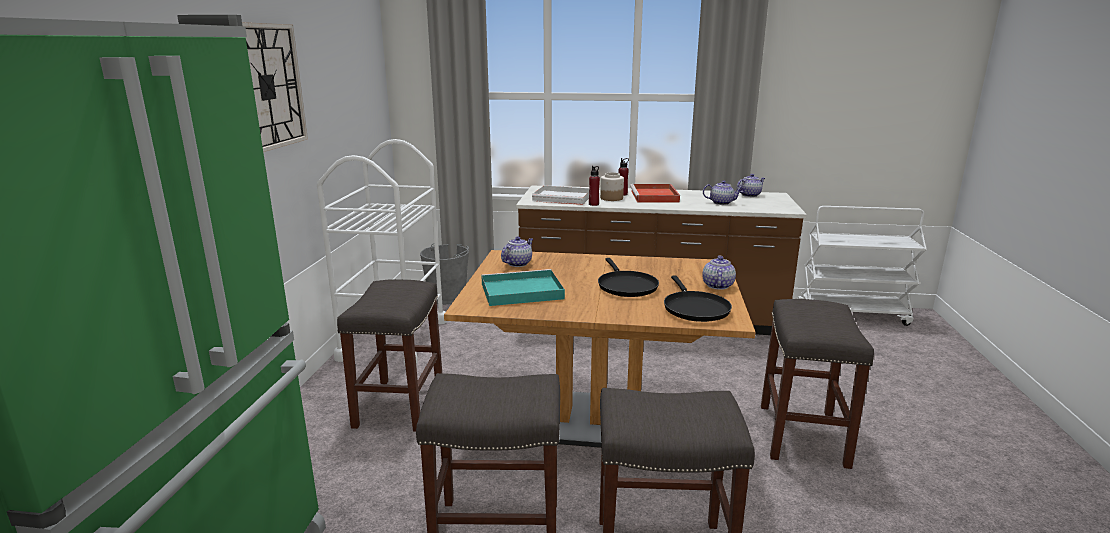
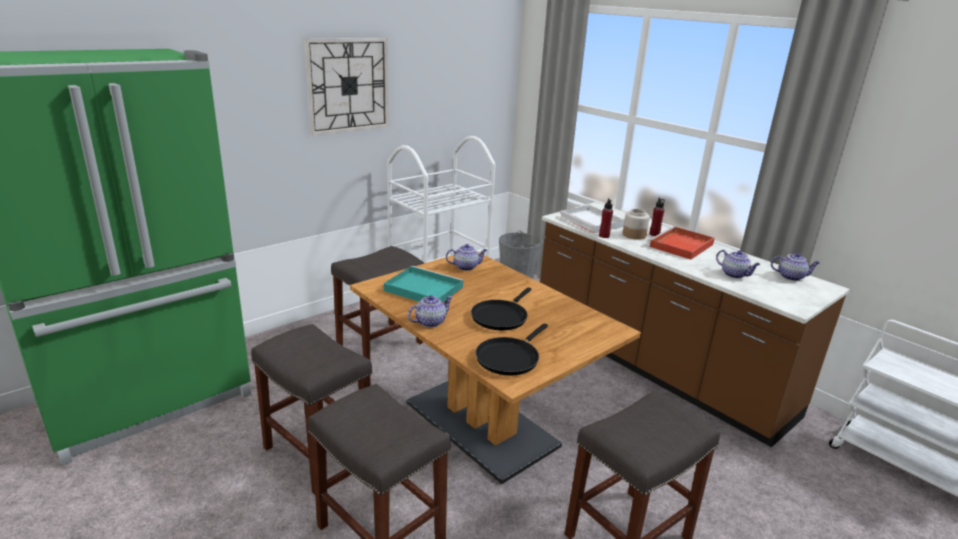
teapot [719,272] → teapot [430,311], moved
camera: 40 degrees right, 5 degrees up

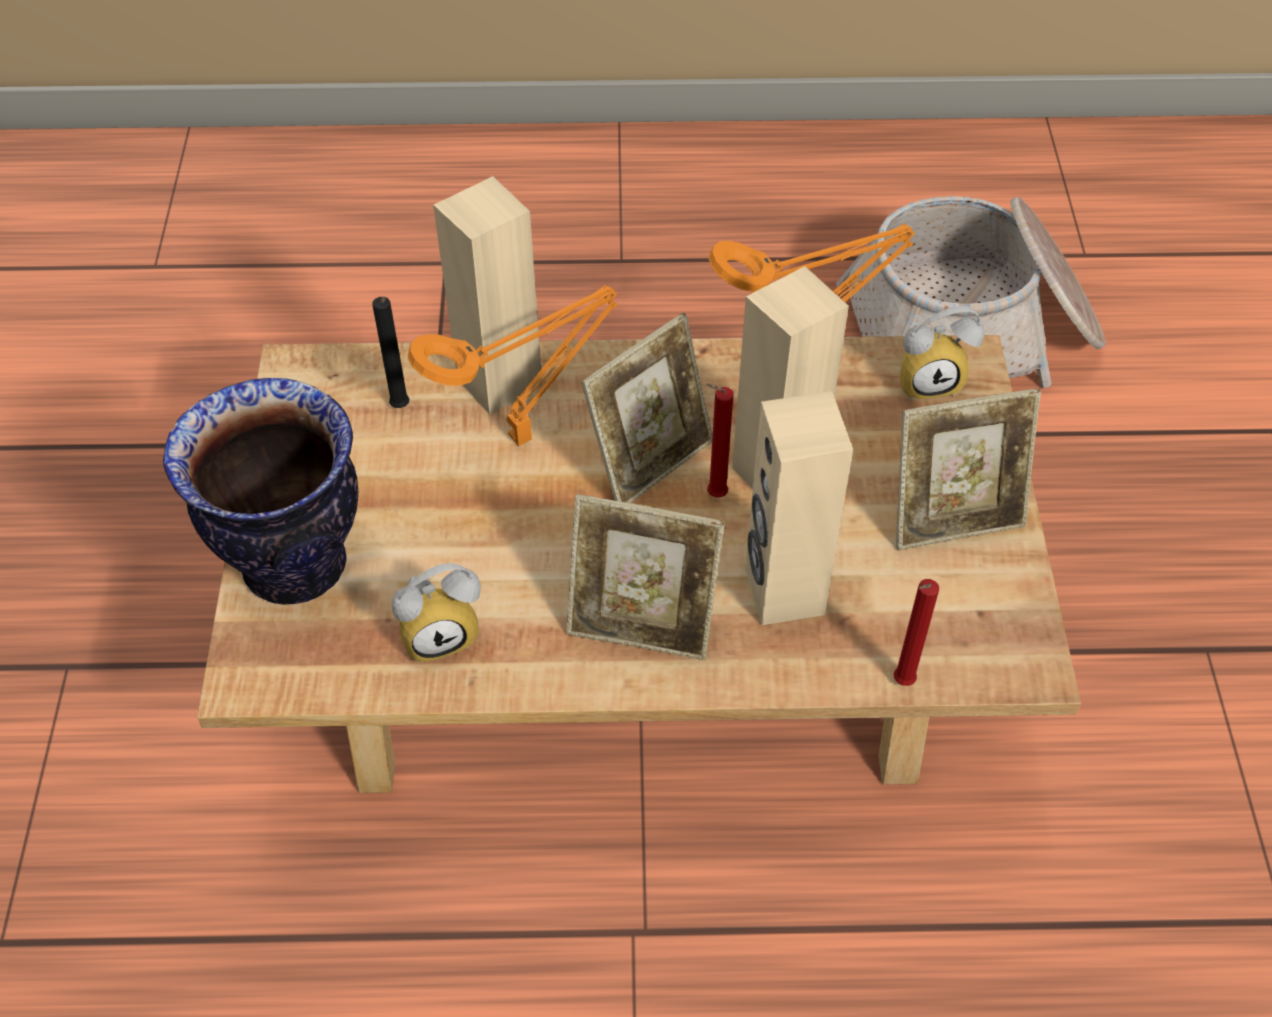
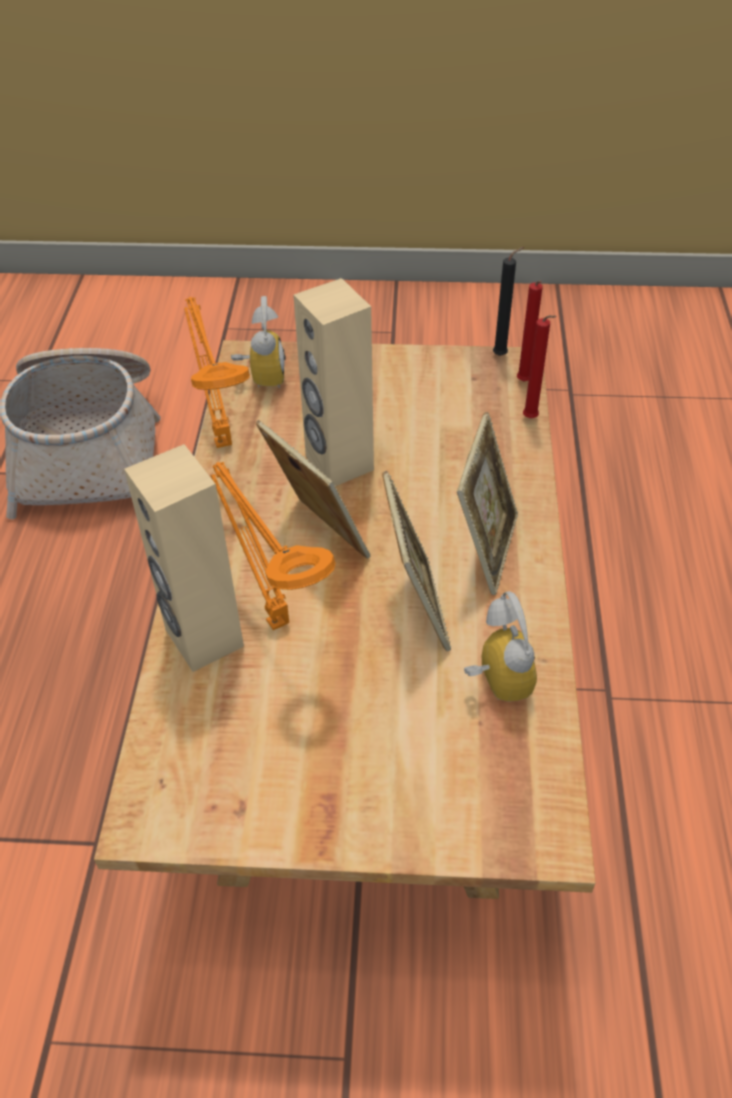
standing frame [968,469] → standing frame [417,561], moved
black-coloured wax light [390,352] → black-coloured wax light [508,301], moved
reddish wax light [720,441] → reddish wax light [530,331], moved
flower vase [260,491] → -
beige-coloured loudspeaker [799,508] → -
camera: 85 degrees left, 5 degrees down

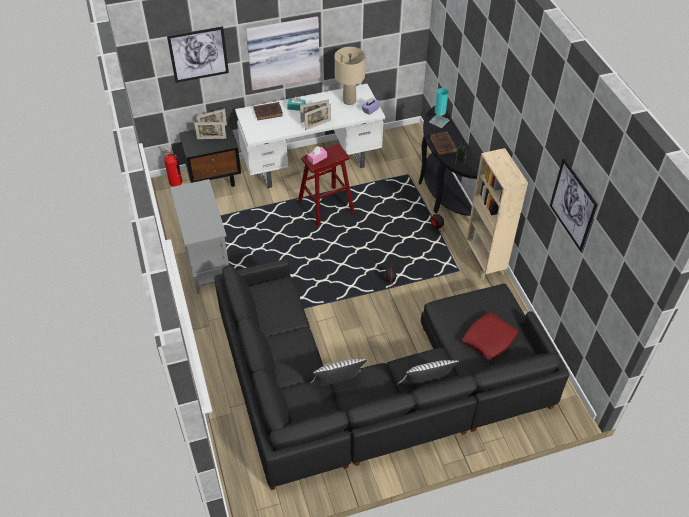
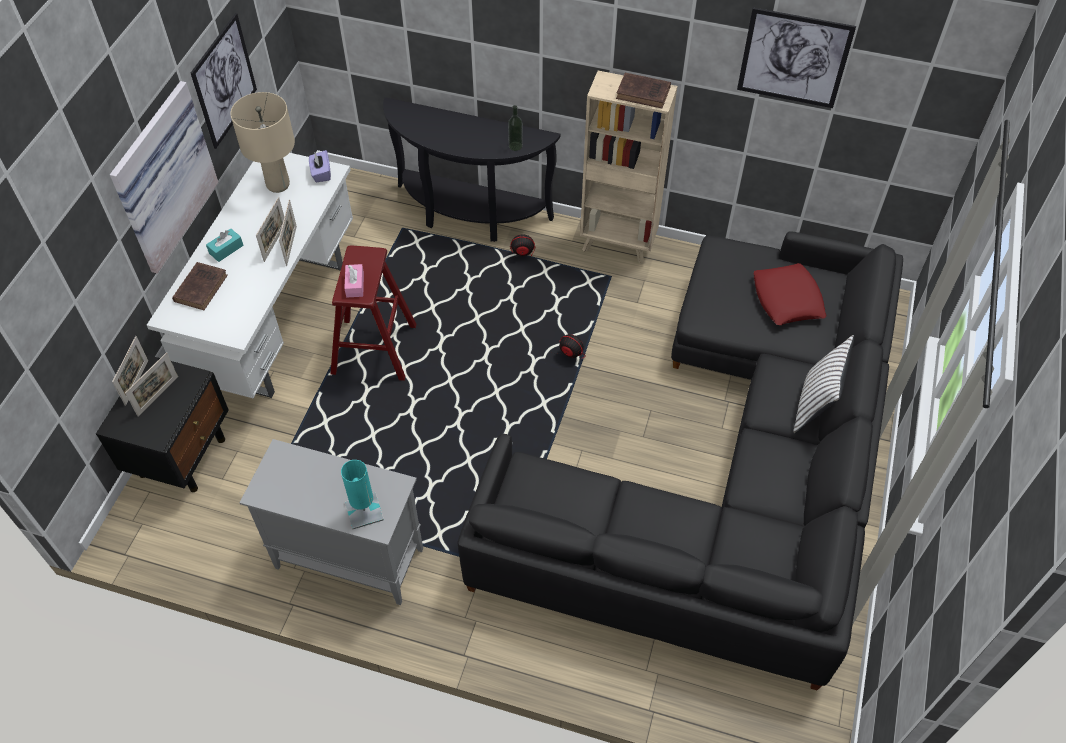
wall picture [198,54] → wall picture [224,81], moved
blue-green lamp for a table [439,108] → blue-green lamp for a table [362,494], moved
brown-coloured book [443,143] → brown-coloured book [643,90], moved
fire-fighting cylinder [173,167] → -
white cushion [338,372] → -
camera: 55 degrees left, 5 degrees up

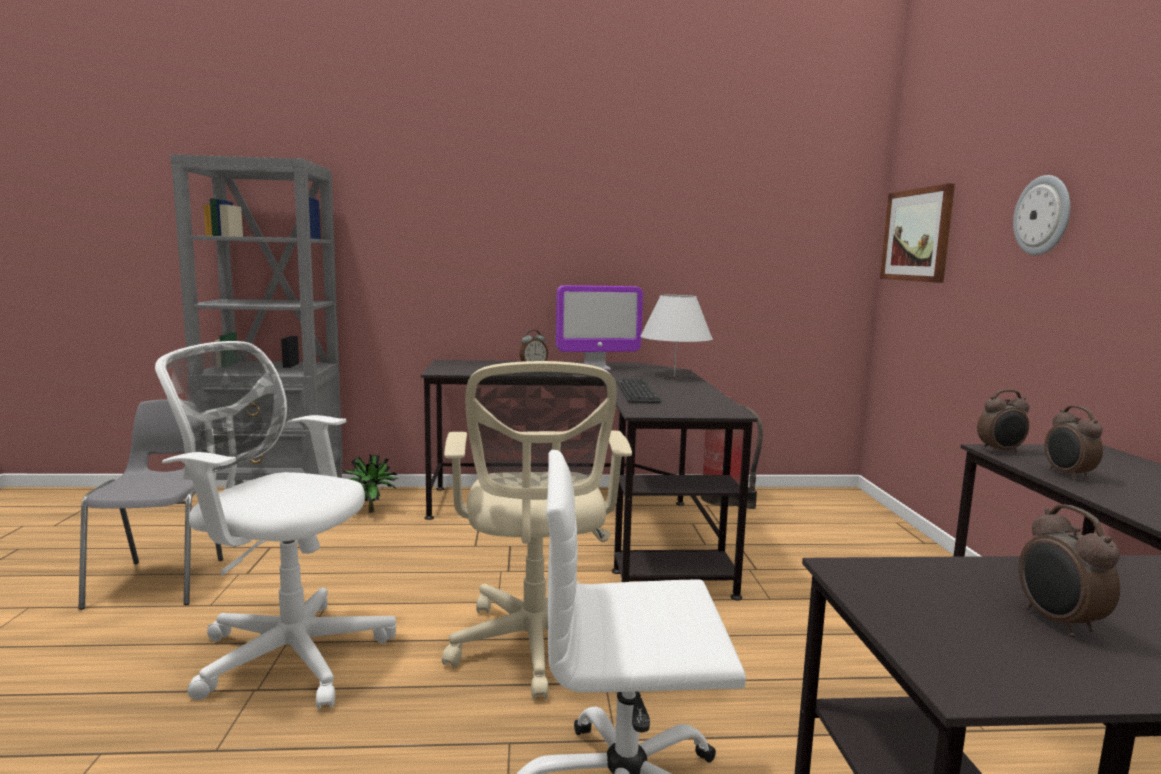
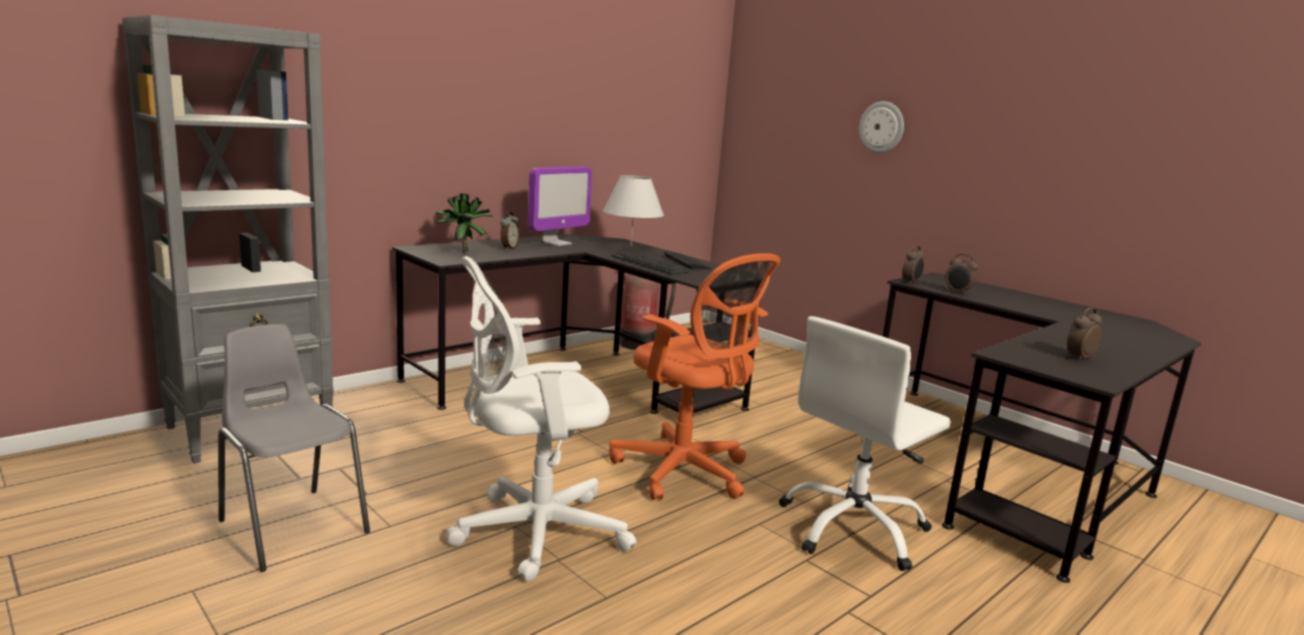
houseplant [371,483] → houseplant [464,223], moved
beige-coloured computer chair [537,530] → orangey computer chair [695,376]
- → PC keyboard [688,259]
bedside clock [1069,570] → bedside clock [1084,333], 105 degrees clockwise
wall picture [917,233] → -
camera: 40 degrees left, 5 degrees up

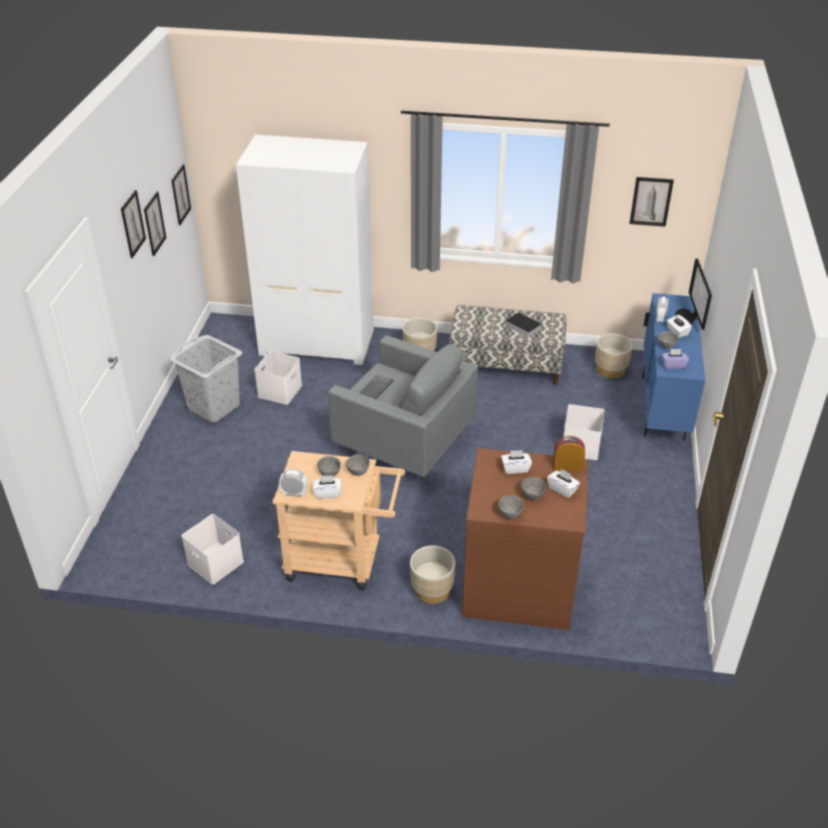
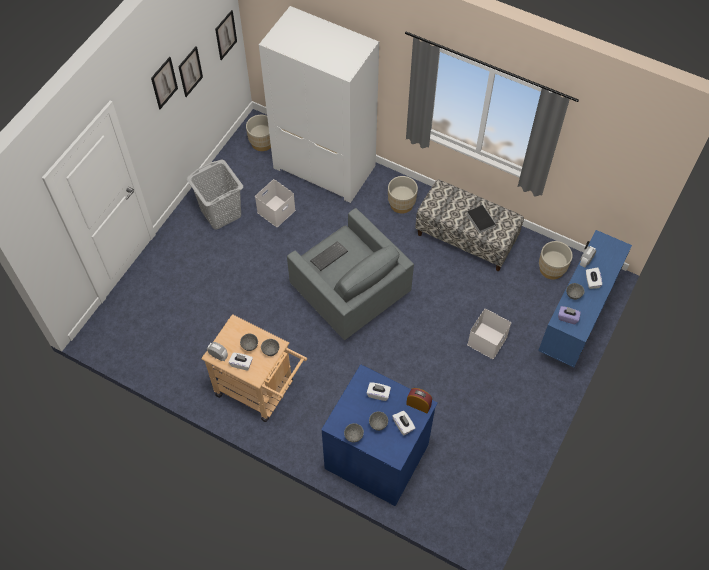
beige-coloured flower pot [432,574] → beige-coloured flower pot [258,133], moved
brown-coloured dresser [525,539] → bluish dresser [379,435]
white storage bin [212,549] → -
wall picture [652,202] → -
computer display [693,294] → -
camera: 20 degrees right, 20 degrees up

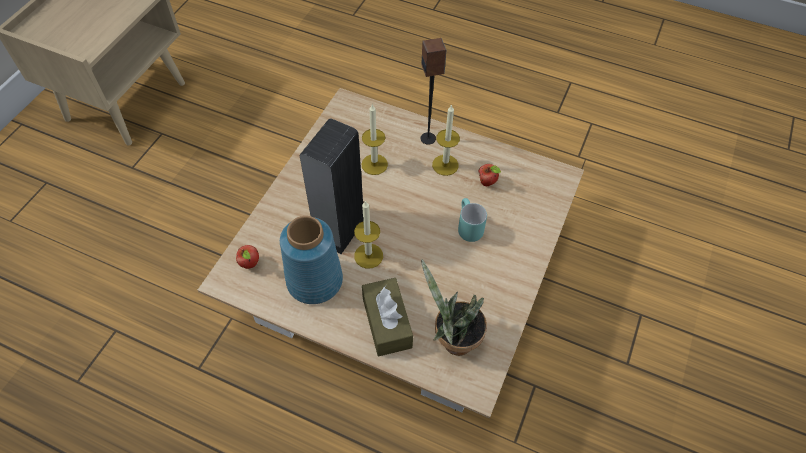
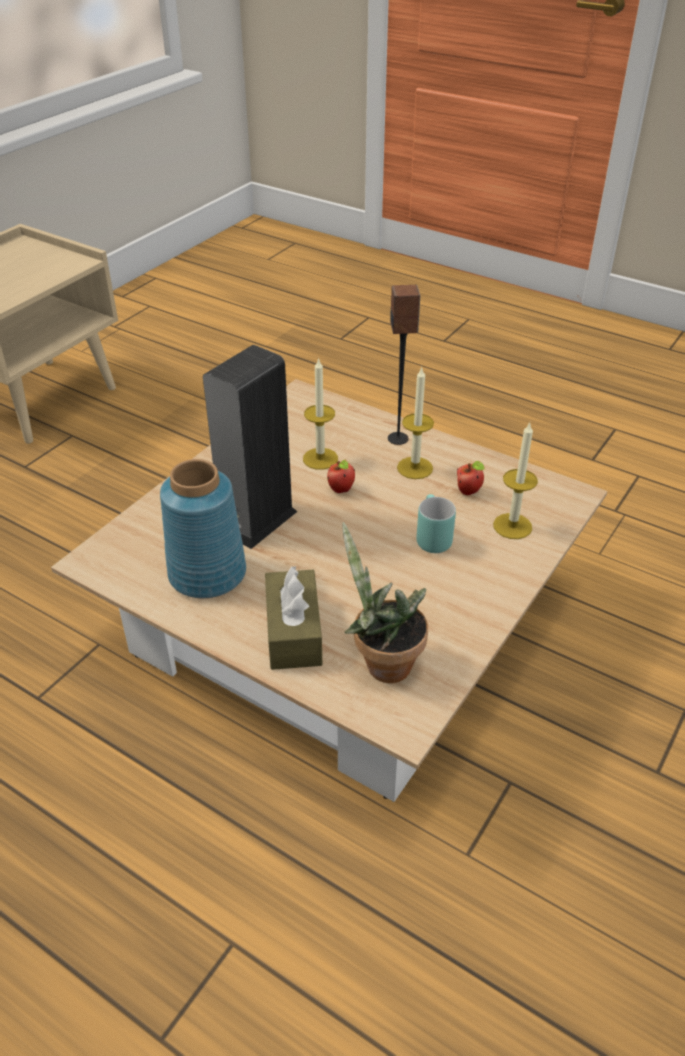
apple [247,257] → apple [341,476], moved
wax light [368,234] → wax light [515,481], moved
camera: 10 degrees right, 15 degrees down

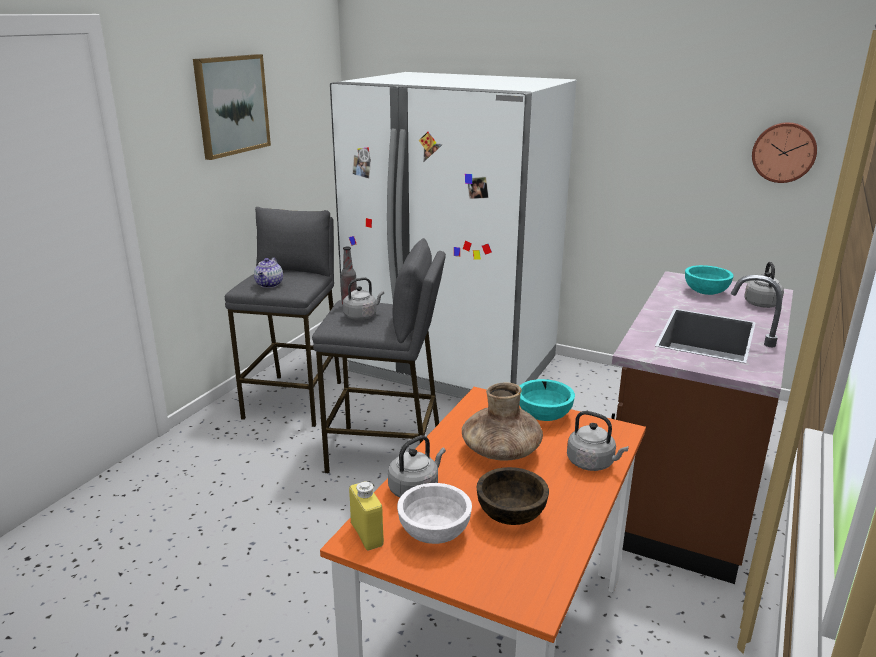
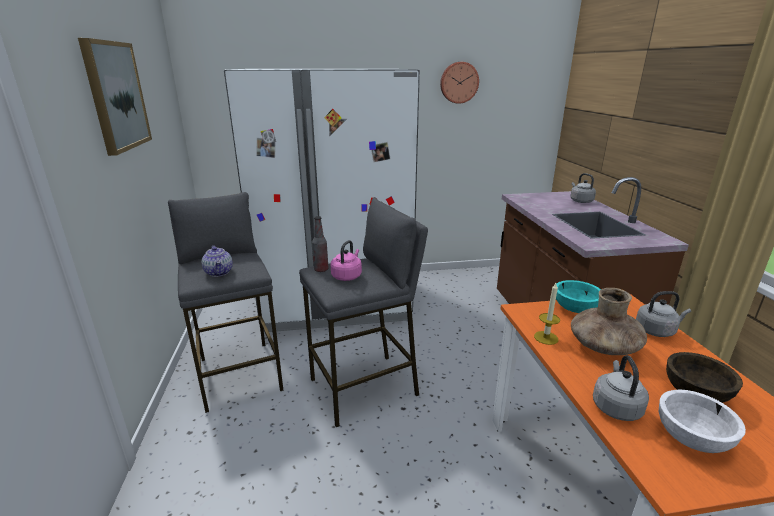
gray kettle [363,298] → pink kettle [346,260]
hanging clock [784,152] → hanging clock [459,83], moved
- → wax light [547,314]
yellowish drink bottle [366,515] → -
blue-green deep dish [709,280] → -
camera: 35 degrees left, 0 degrees up

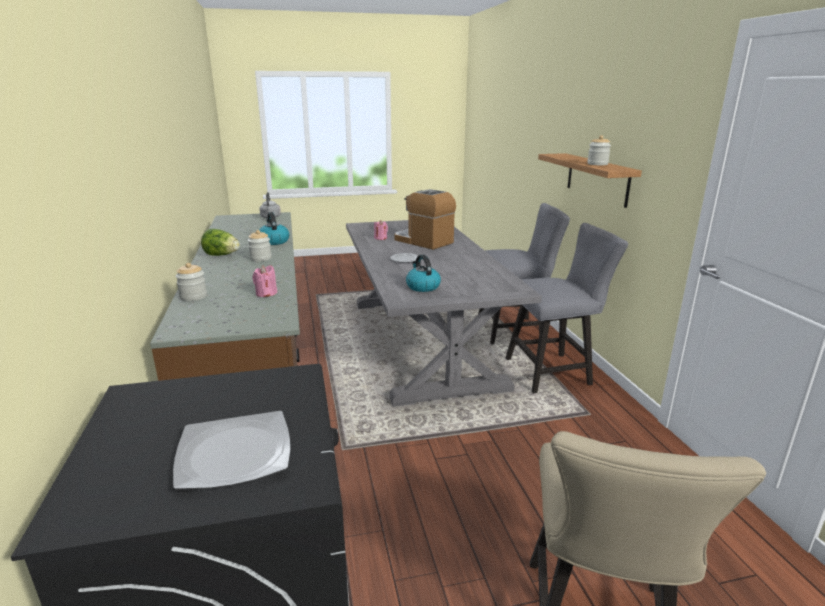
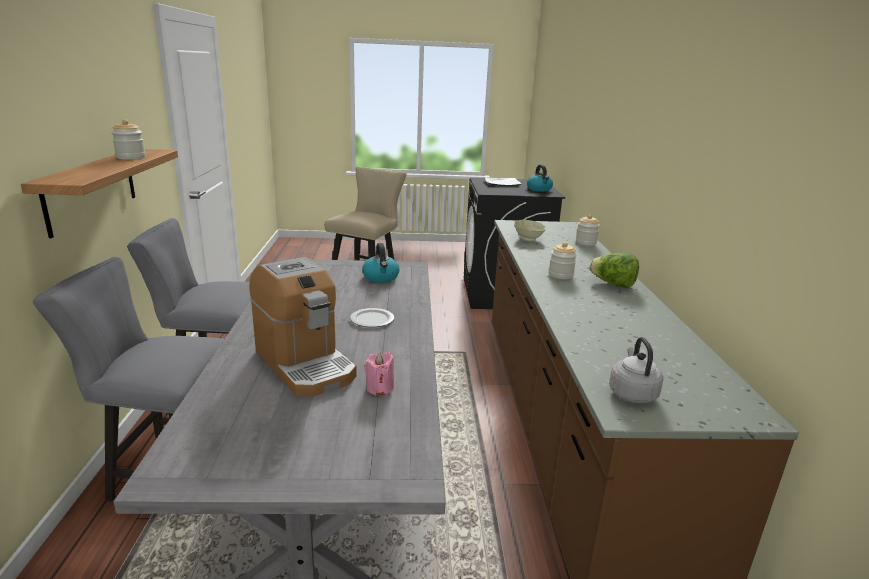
pink wax light [265,281] → beige-coloured deep dish [530,230]
kettle [274,228] → kettle [540,178], moved
camera: 170 degrees left, 0 degrees up

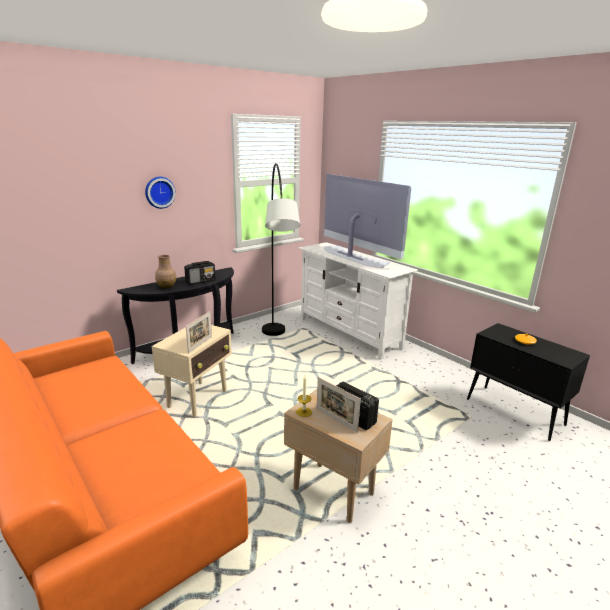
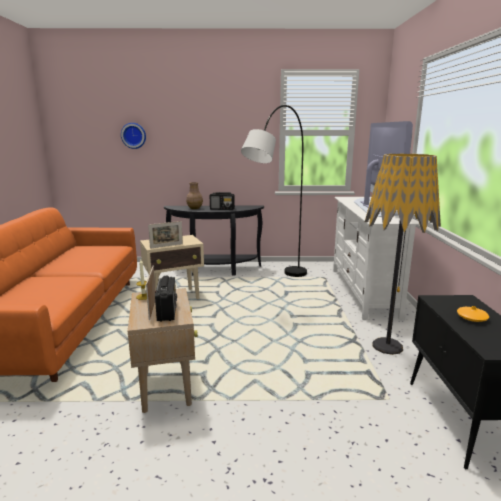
hanging clock [160,193] → hanging clock [133,136], moved
- → floor lamp [403,254]
camera: 40 degrees right, 5 degrees down

